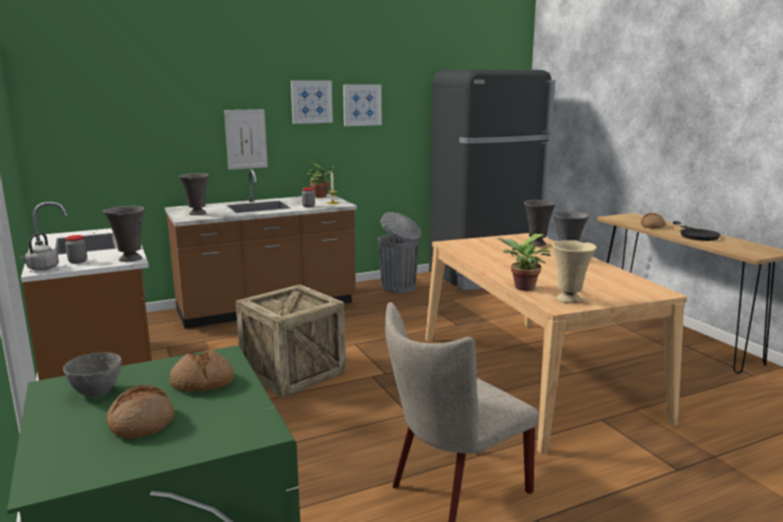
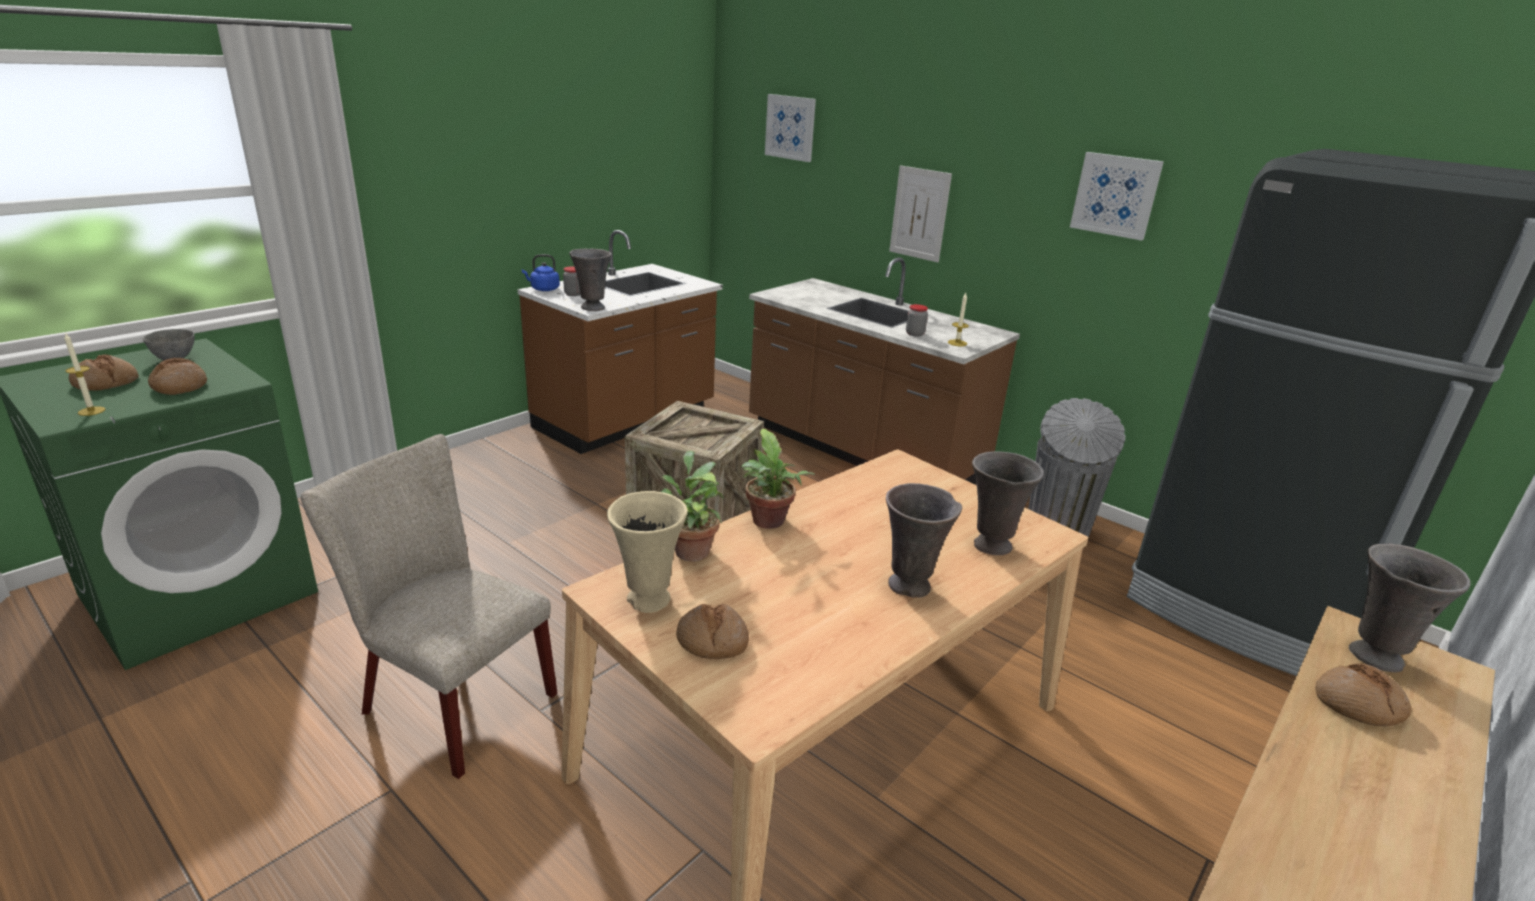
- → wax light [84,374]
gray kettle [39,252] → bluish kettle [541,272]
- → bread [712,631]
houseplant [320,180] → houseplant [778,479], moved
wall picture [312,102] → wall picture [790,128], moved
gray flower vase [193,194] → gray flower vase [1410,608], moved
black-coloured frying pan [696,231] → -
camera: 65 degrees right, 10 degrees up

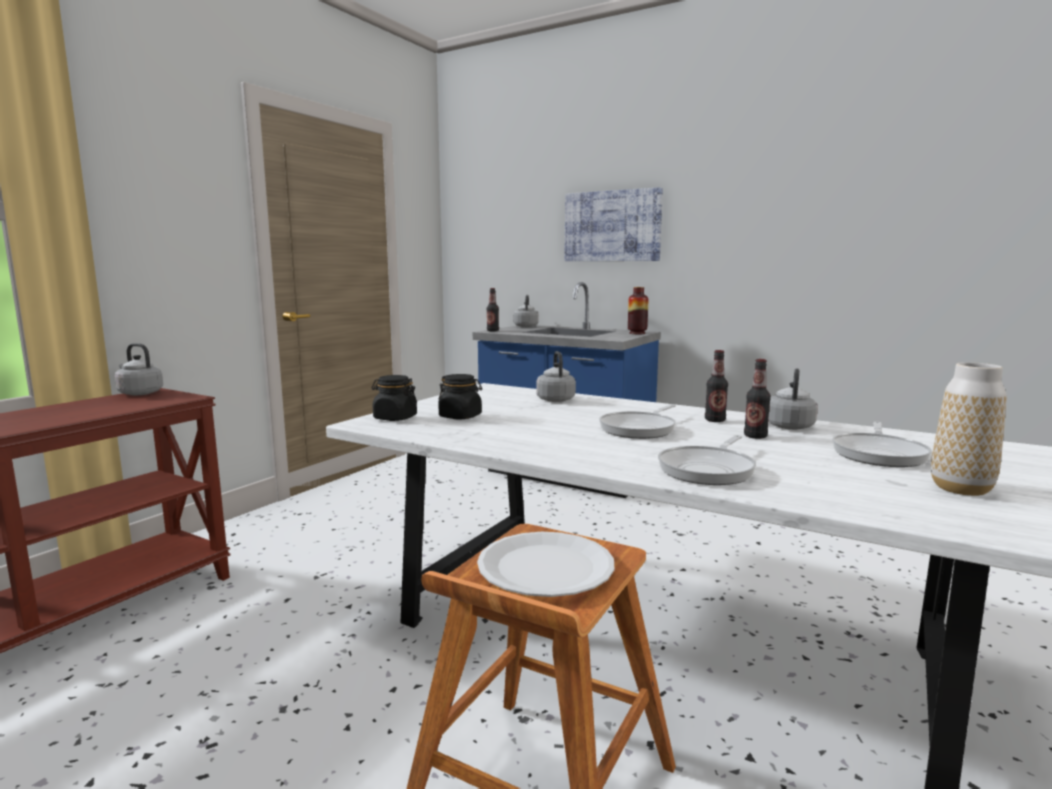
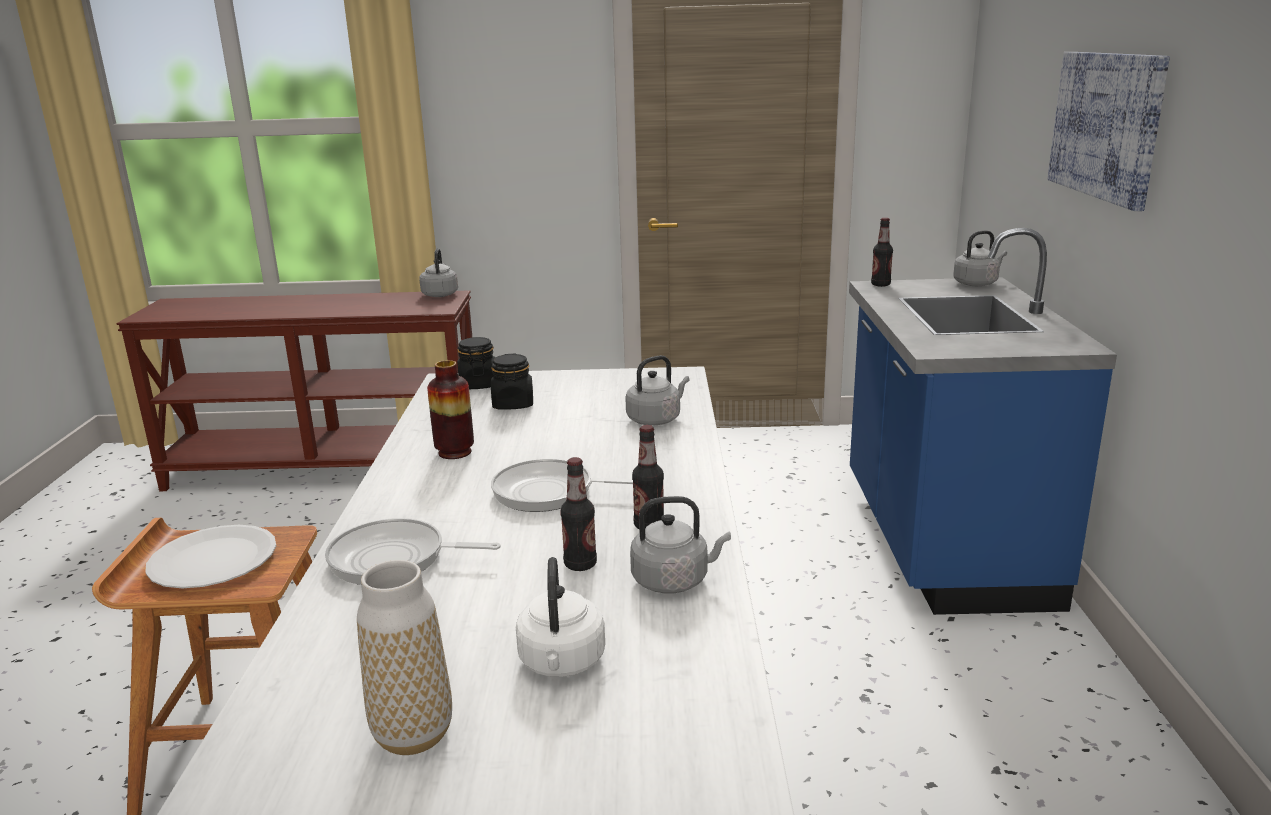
flower vase [638,310] → flower vase [450,409], moved
frying pan [882,444] → white kettle [560,617]
camera: 60 degrees right, 10 degrees up

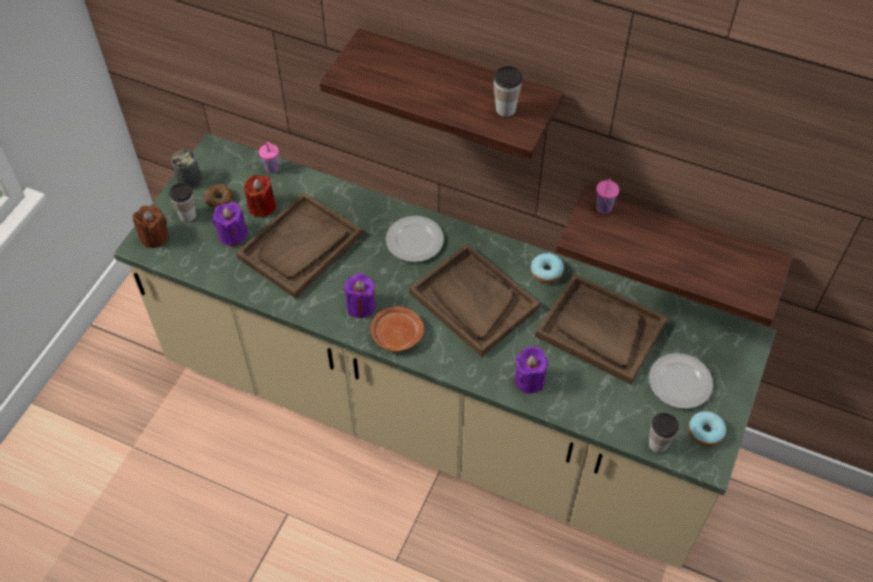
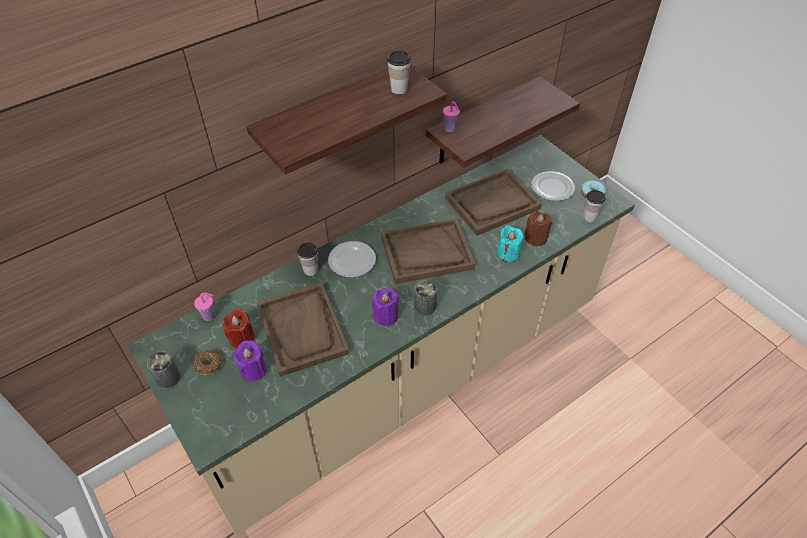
small cup [182,202] → small cup [307,259], moved
brown-coloured plate [397,329] → sealed can [425,298]
purple wax light [531,370] → blue-green wax light [510,243]
brown-coloured wax light [151,226] → brown-coloured wax light [538,228], moved
doughnut [547,268] → -
camera: 60 degrees left, 5 degrees down

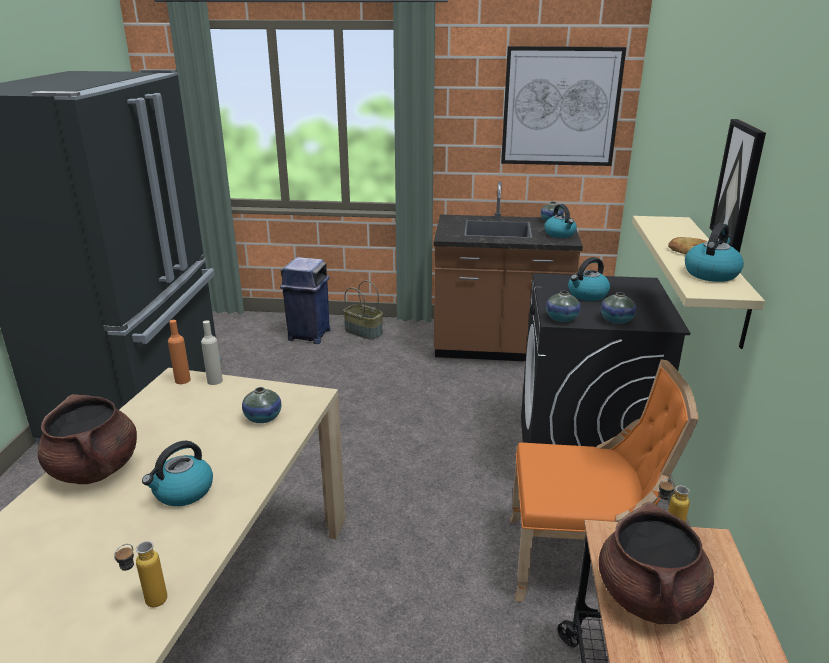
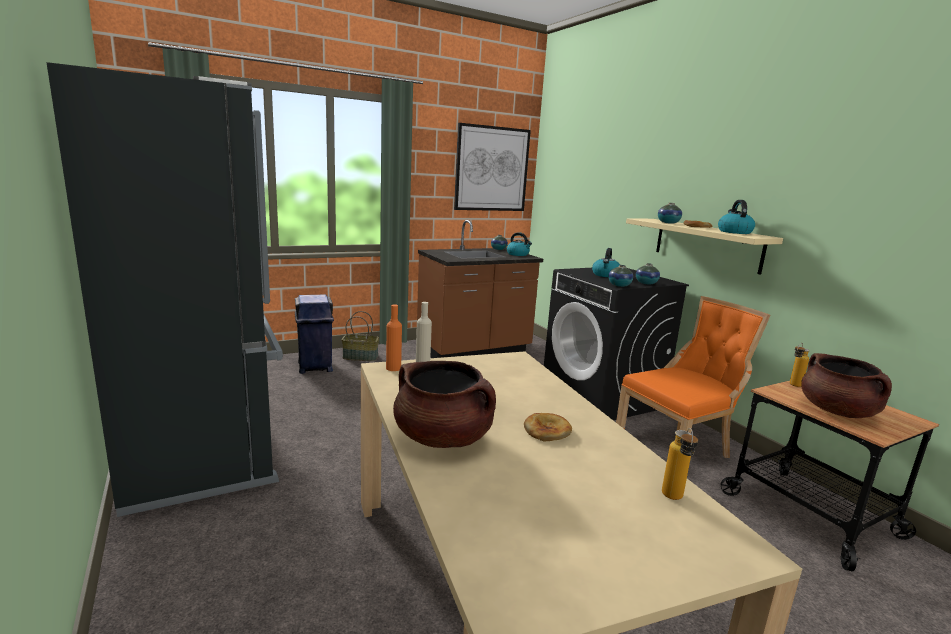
kettle [177,473] → bread [548,427]
flower vase [261,405] → flower vase [670,213], moved
wall picture [738,185] → -
camera: 35 degrees left, 10 degrees down

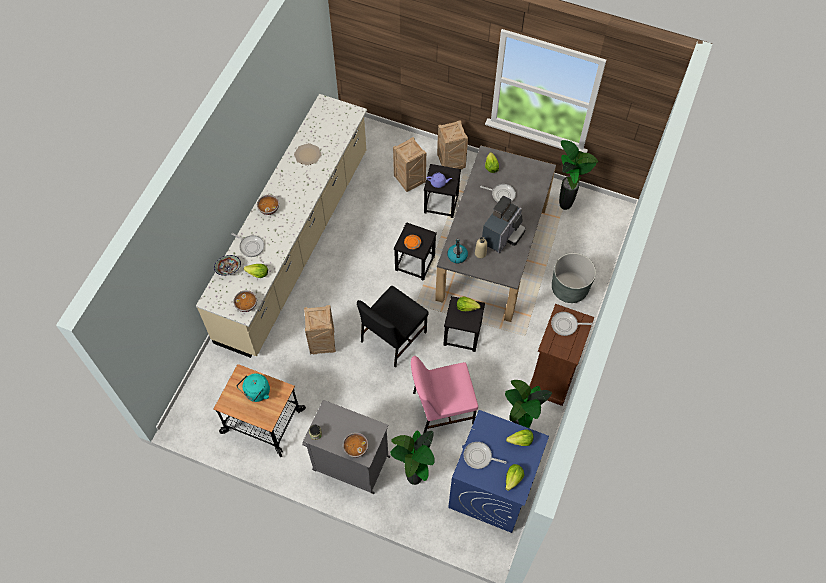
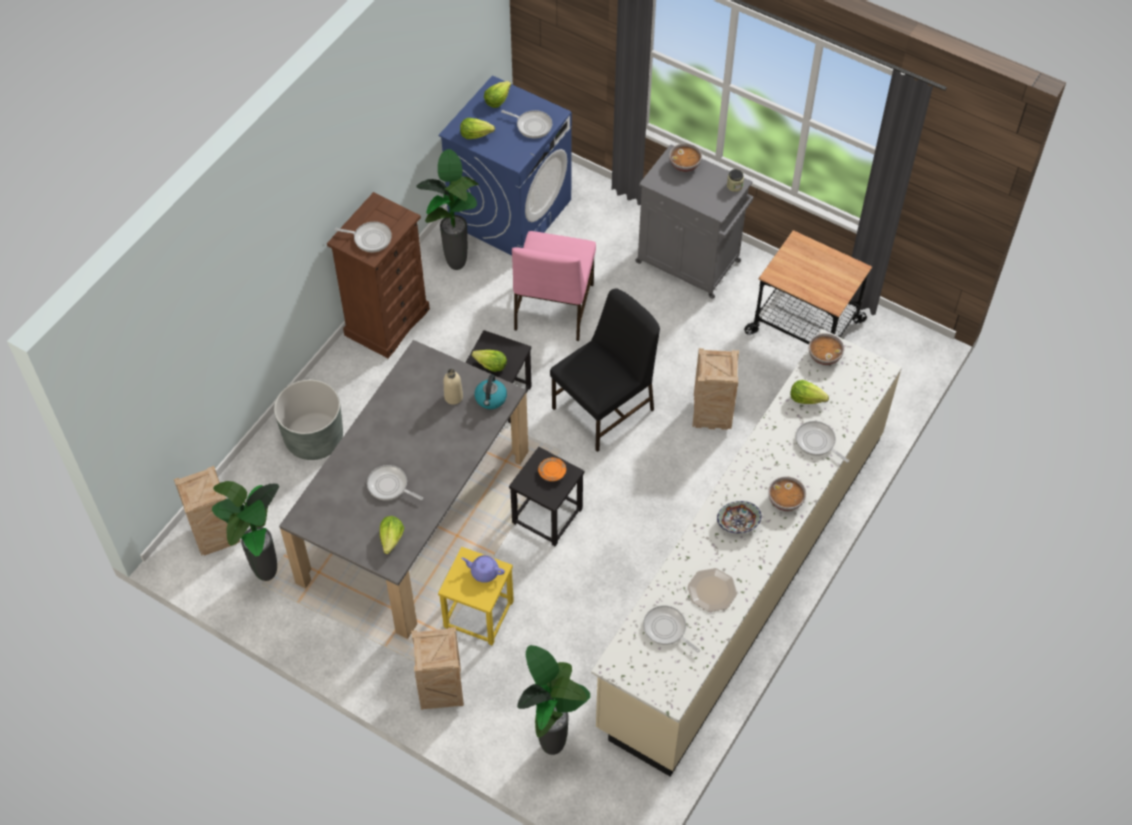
shipping crate [409,164] → shipping crate [207,511], moved
black-coloured stool [442,191] → yellowish stool [476,596]
pink chair [444,395] → pink chair [554,286], 105 degrees clockwise
houseplant [412,458] → houseplant [553,700], moved
- → frying pan [671,629]
deep dish [227,265] → deep dish [739,517], moved
blue-green kettle [253,387] → -
coffee brewer [504,224] → -
camera: 170 degrees left, 5 degrees down

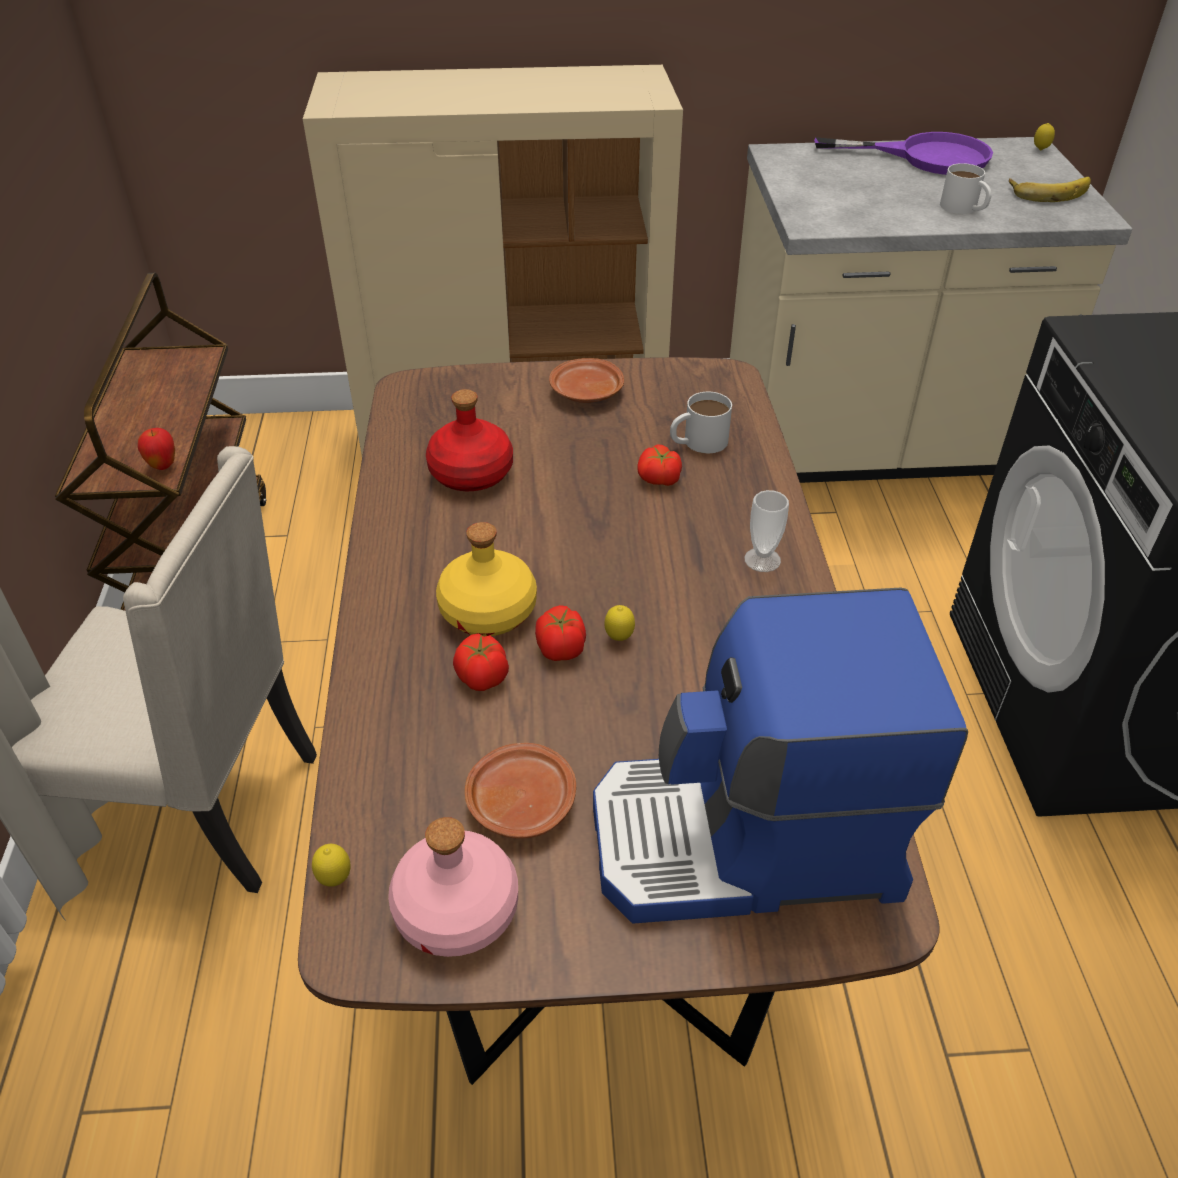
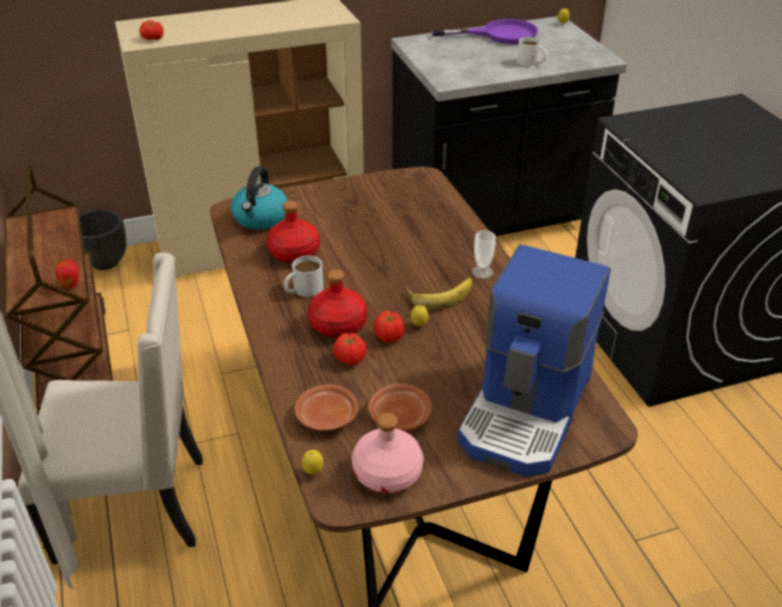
- → black-coloured flower pot [103,240]
tomato [659,465] → tomato [152,30], moved
- → kettle [259,198]
white coffee mug [701,422] → white coffee mug [304,276], moved
brown-coloured plate [586,380] → brown-coloured plate [326,407], moved
yellowish drink bottle [486,579] → reddish drink bottle [337,303]
beige-coloured kitchen base unit [931,310] → black-coloured kitchen base unit [509,126]
banana [1050,189] → banana [439,293], moved
coffee brewer [780,756] → coffee brewer [534,360], 45 degrees counterclockwise
camera: 15 degrees left, 5 degrees down

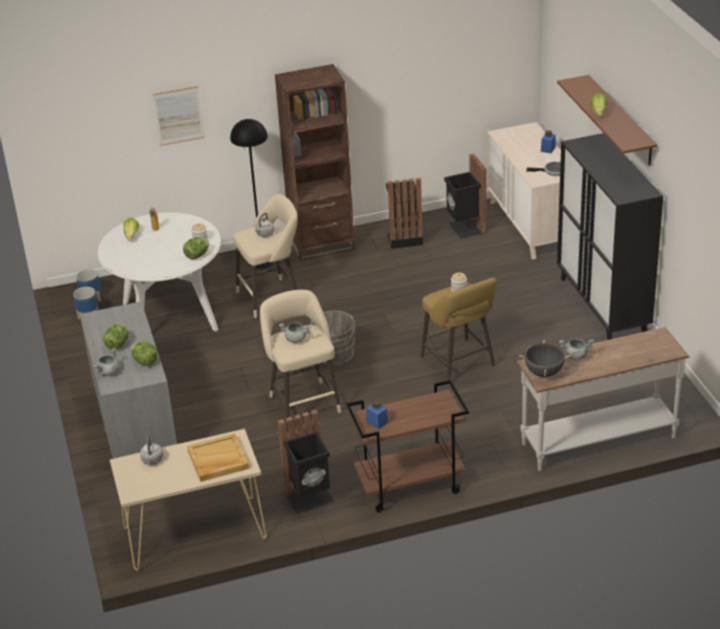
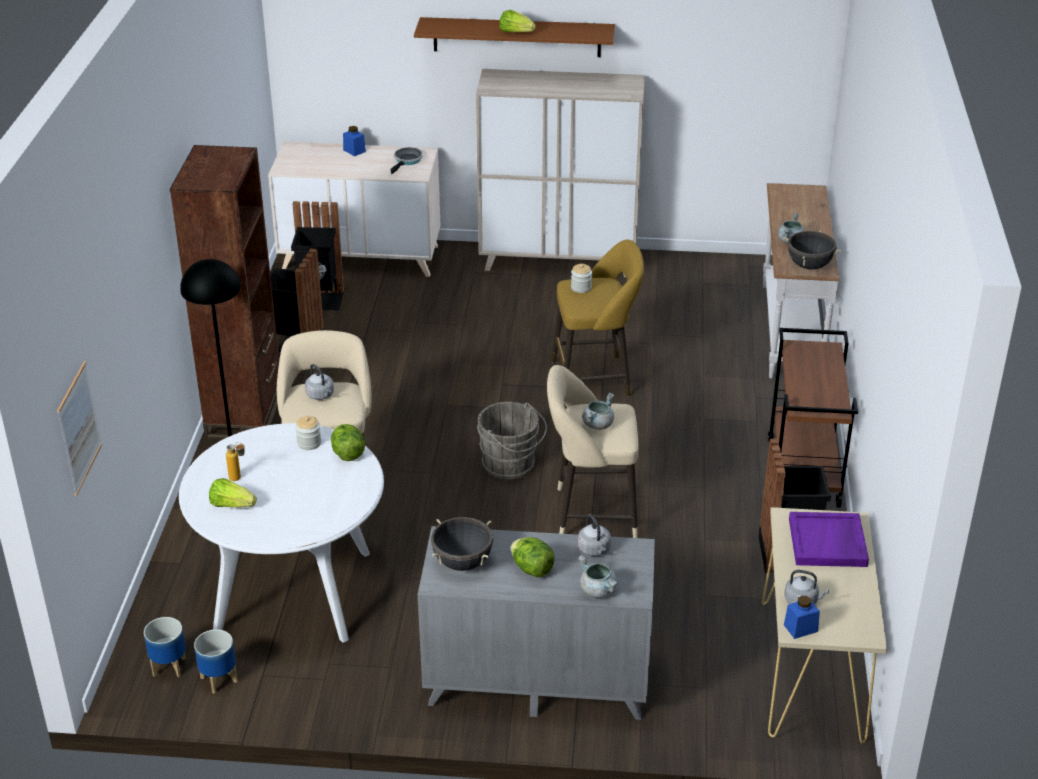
wall picture [178,116] → wall picture [79,428], moved
- → black-coloured cooking pot [462,544]
black-coloured cupboard [610,236] → beige-coloured cupboard [560,173]
lettuce head [144,353] → gray kettle [594,535]
bluish jar [377,415] → bluish jar [802,617], moved
beige-coloured serving tray [218,457] → purple serving tray [829,539]
camera: 70 degrees left, 0 degrees up

